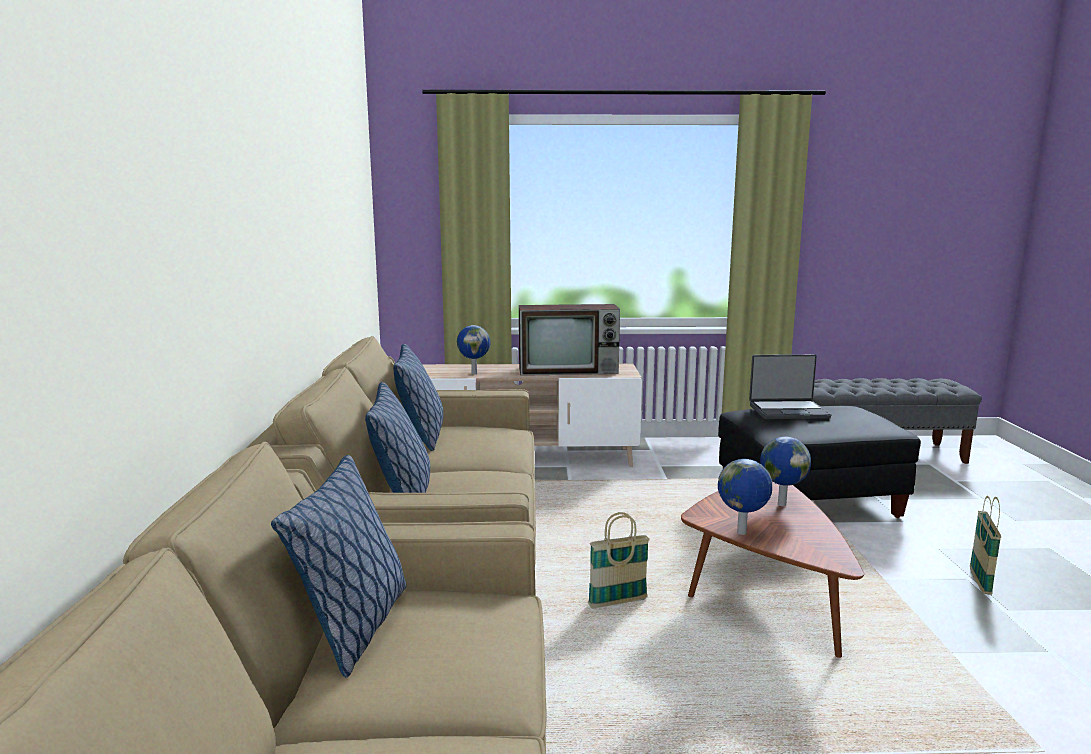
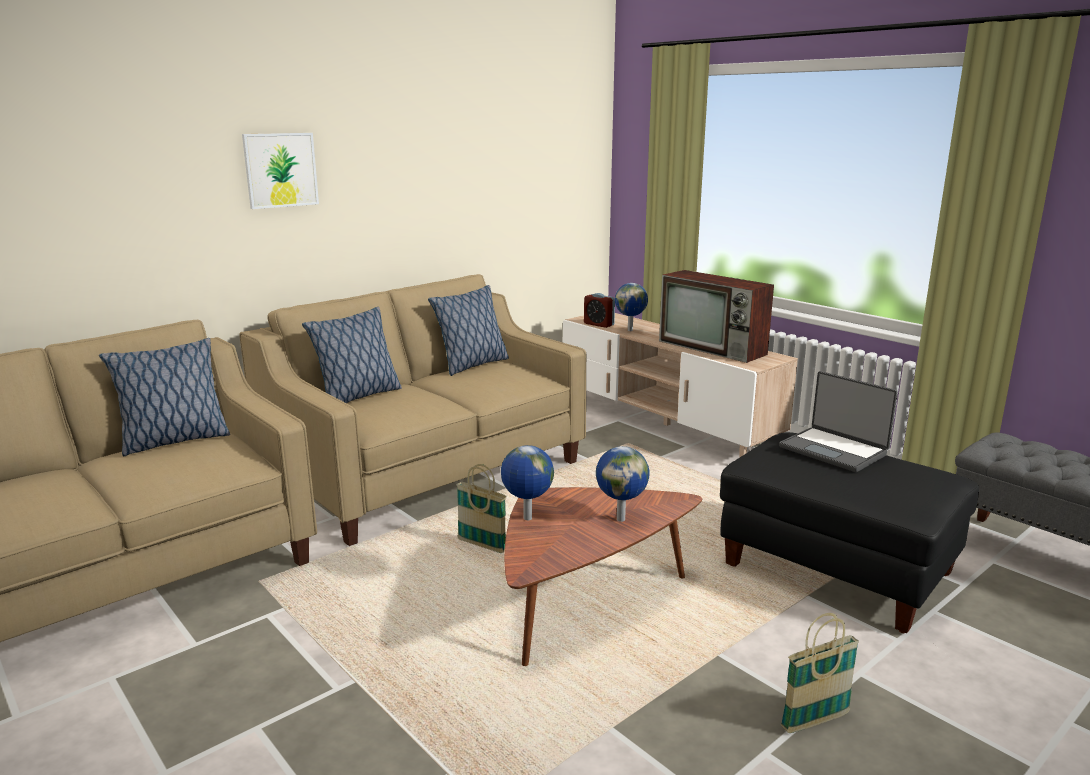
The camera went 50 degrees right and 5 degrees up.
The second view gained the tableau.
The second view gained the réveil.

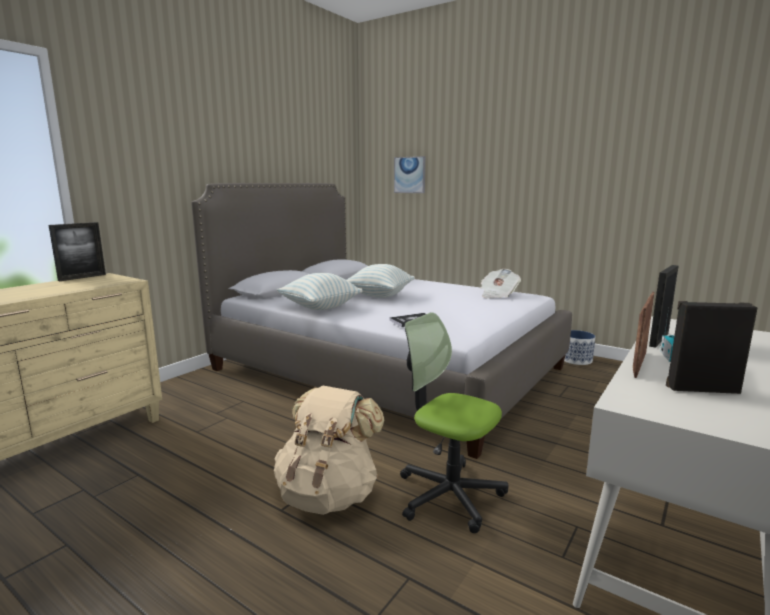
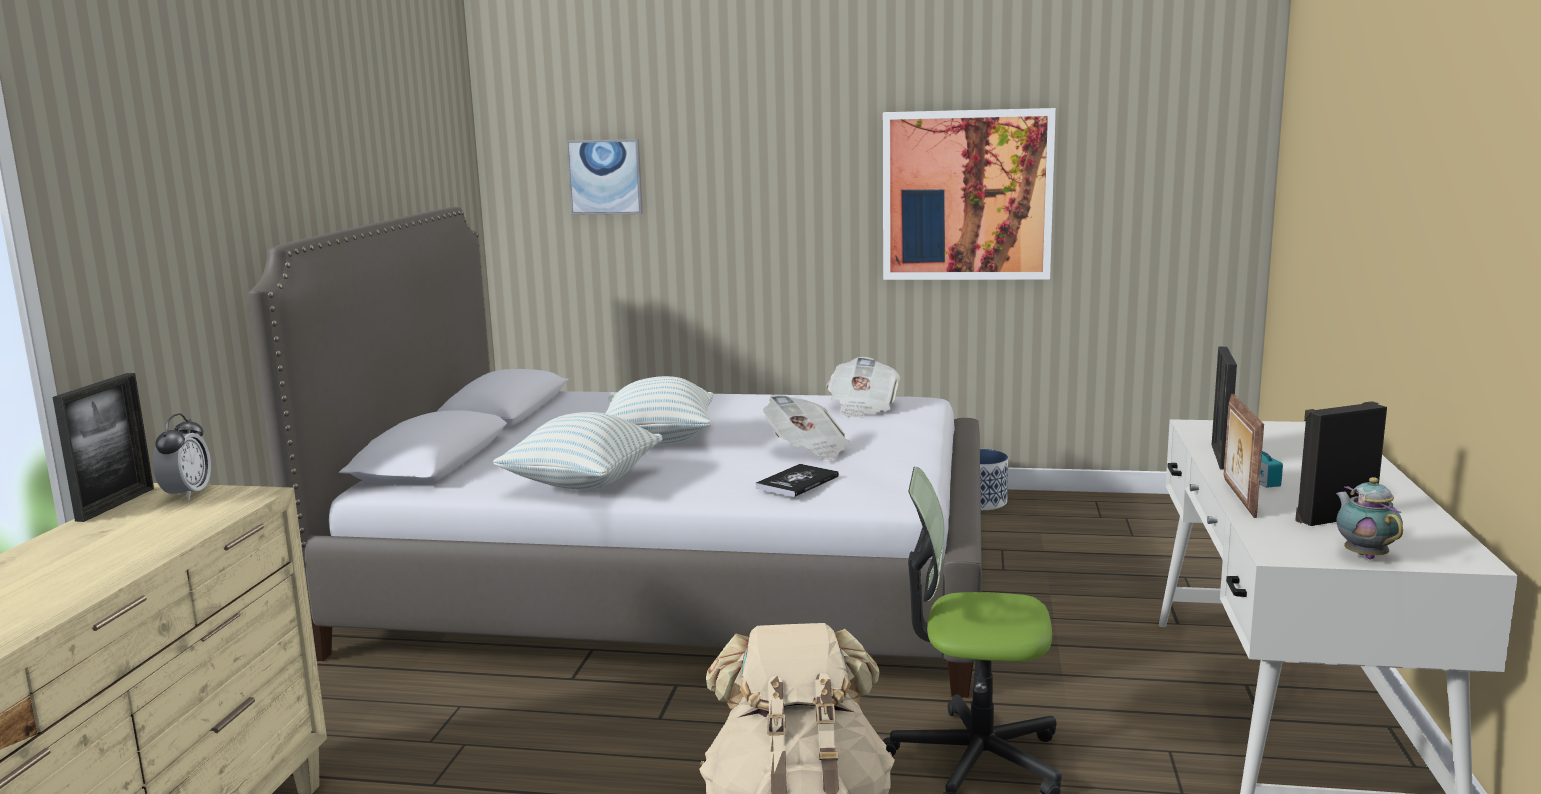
The camera went 25 degrees left and 0 degrees up.
The second view gained the réveil.
The second view gained the journal (no. 1 from left).
The second view gained the tableau (no. 2 from left).
The second view gained the théière.

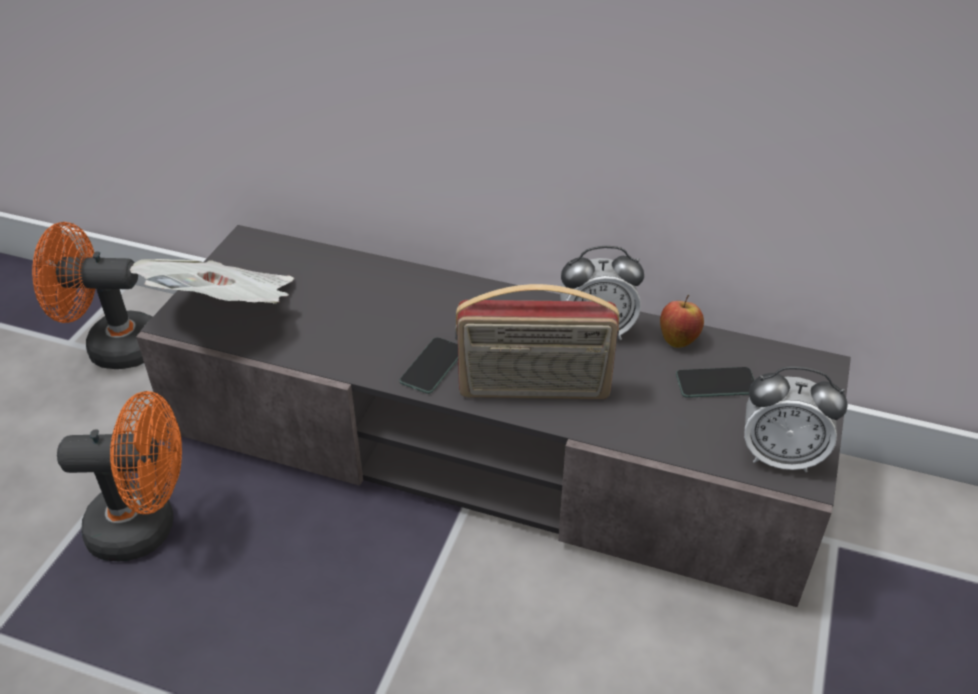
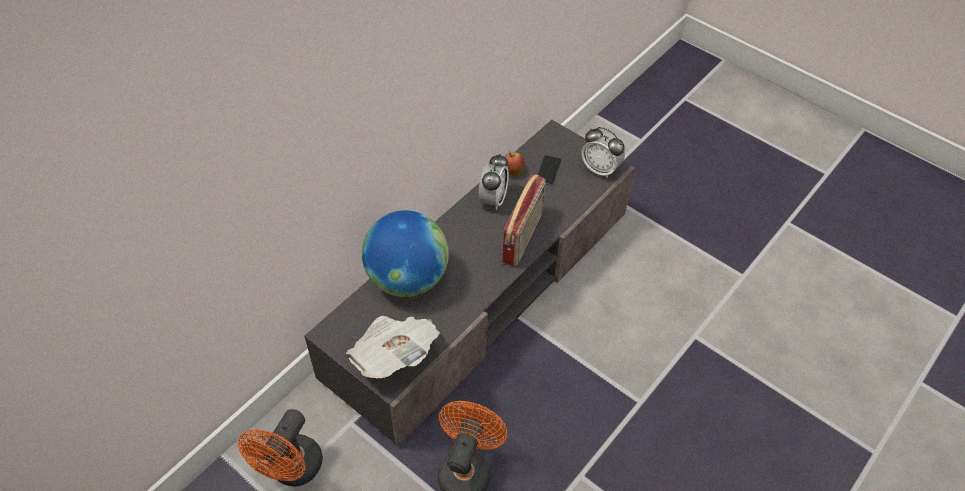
The camera went 70 degrees left and 10 degrees up.
The second view gained the globe.
The réveil (no. 2 from left) ended up facing another way, 90 degrees clockwise from before.
The second view lost the téléphone (no. 1 from left).

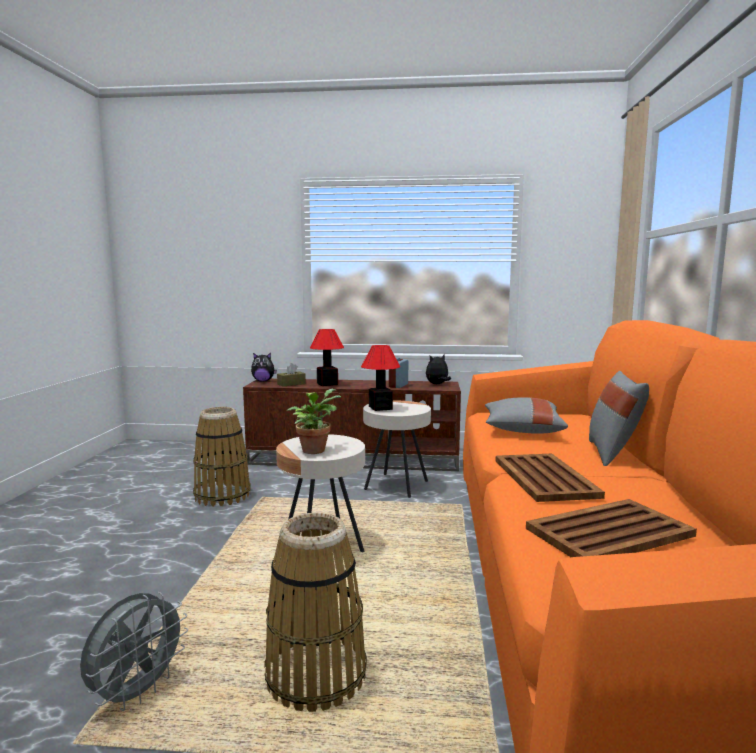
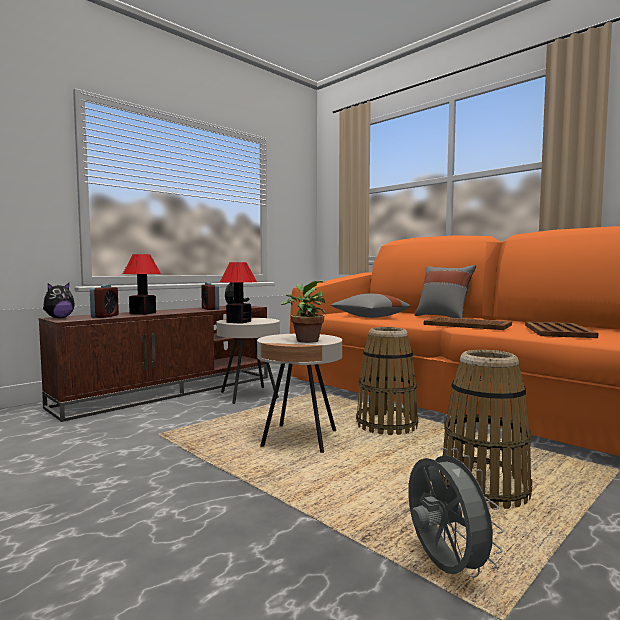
The camera went 50 degrees left and 5 degrees down.
Where the boîte à mouchoirs/marron stood, the réveil (no. 1 from left) came to stand.
The panier (no. 1 from left) ended up elsewhere.

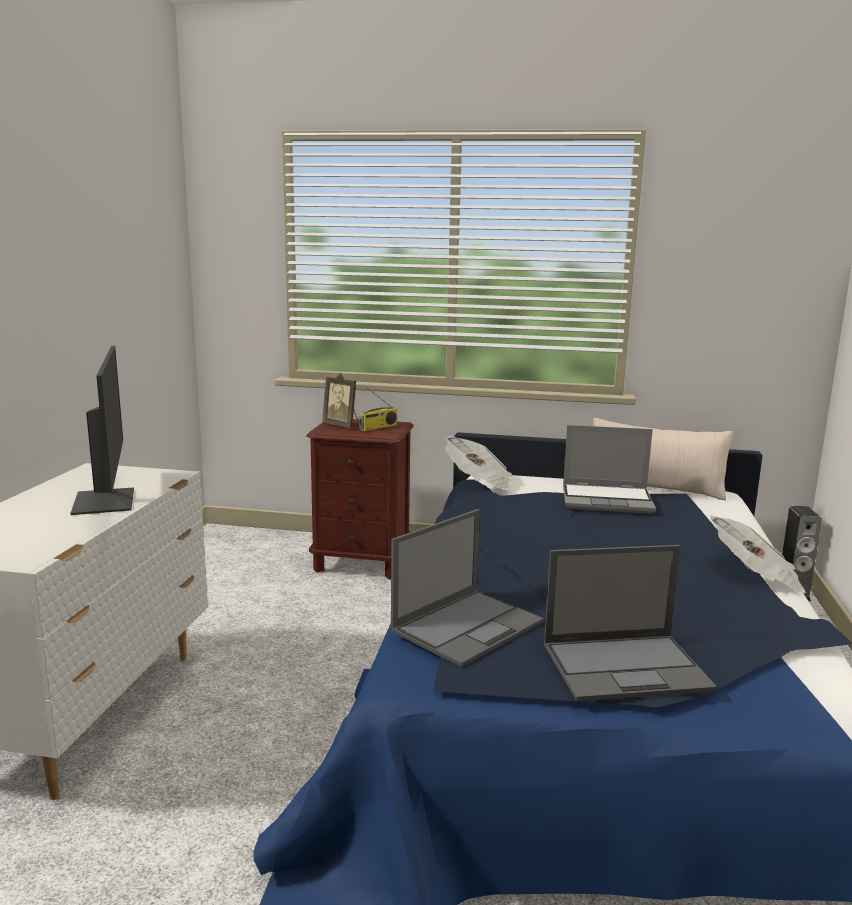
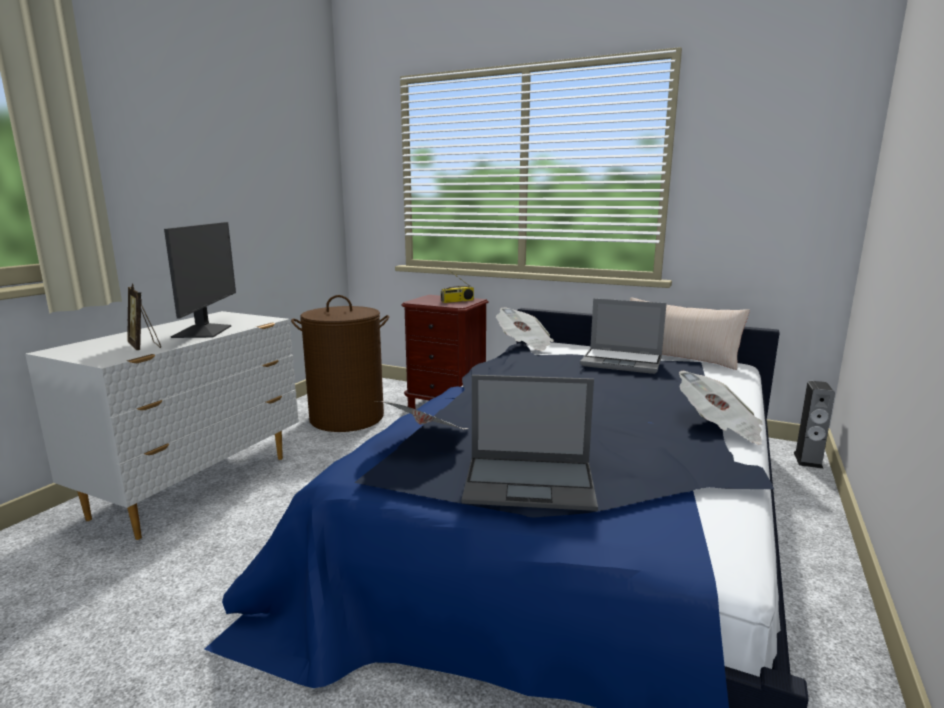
The camera went 15 degrees right and 0 degrees up.
The cadre photo ended up elsewhere.
The second view gained the panier à linge/marron.
Where the ordinateur portable (no. 1 from left) stood, the journal (no. 1 from left) came to stand.

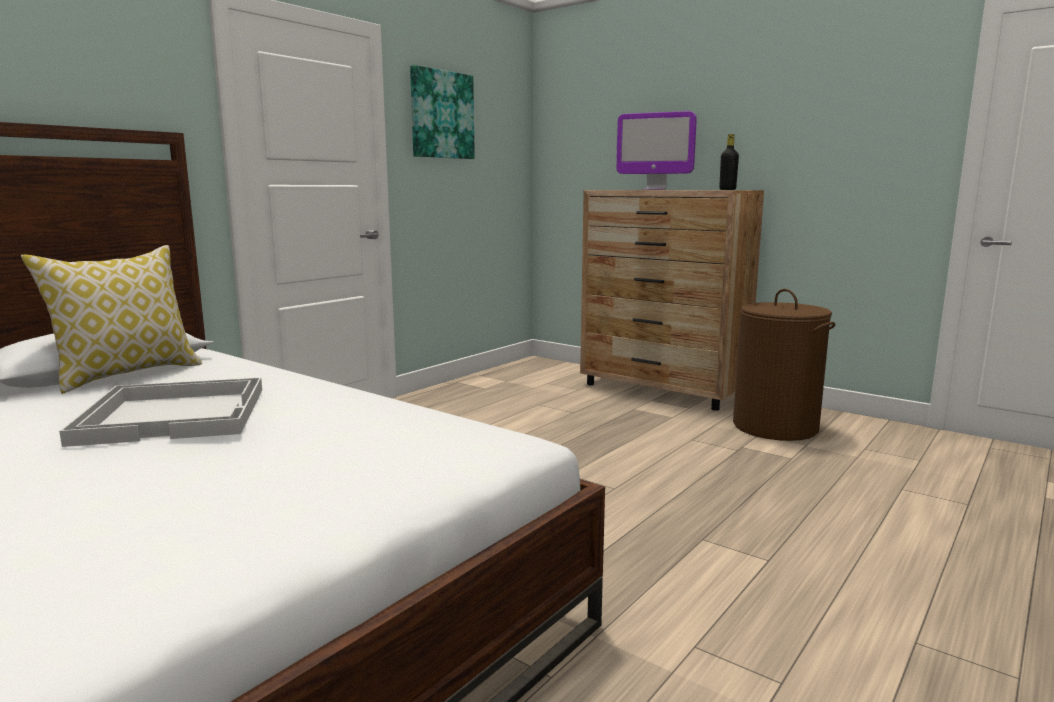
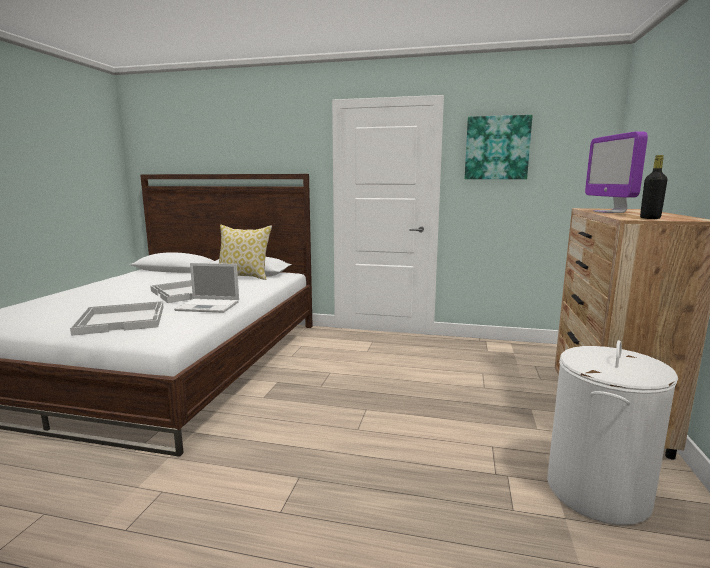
The camera went 65 degrees right and 0 degrees up.
The second view gained the plateau/blanc (no. 1 from left).
The second view gained the ordinateur portable.
What was the panier à linge/marron turned into the panier à linge/blanc.

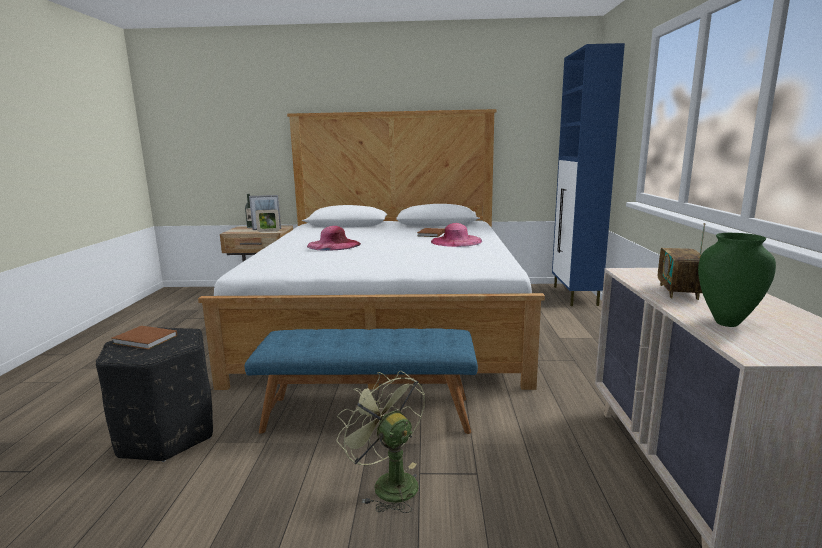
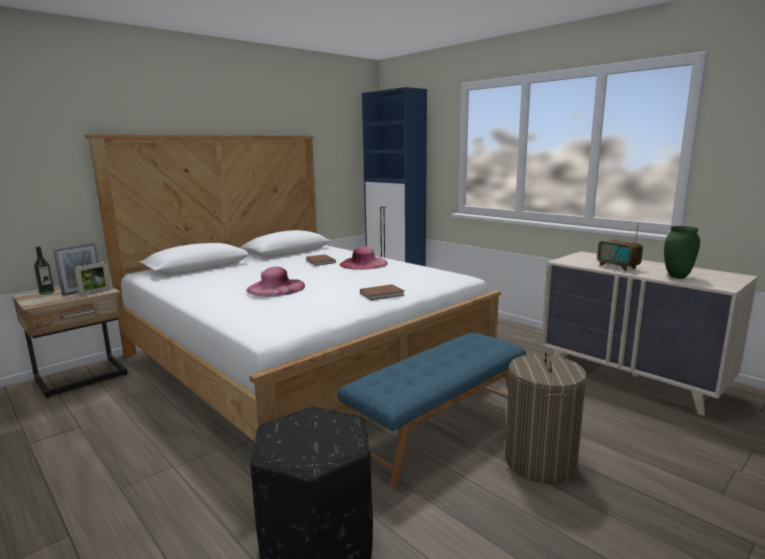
The camera went 45 degrees left and 0 degrees up.
The livre/marron (no. 1 from left in the first image) ended up elsewhere.
Where the ventilateur/vert stood, the panier à linge came to stand.

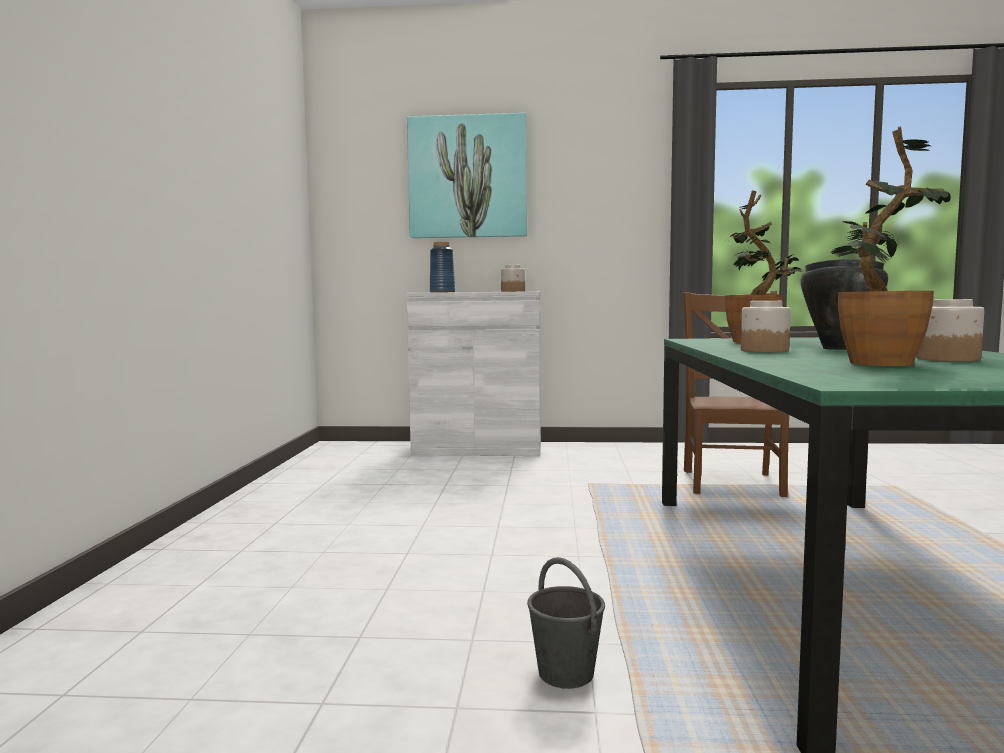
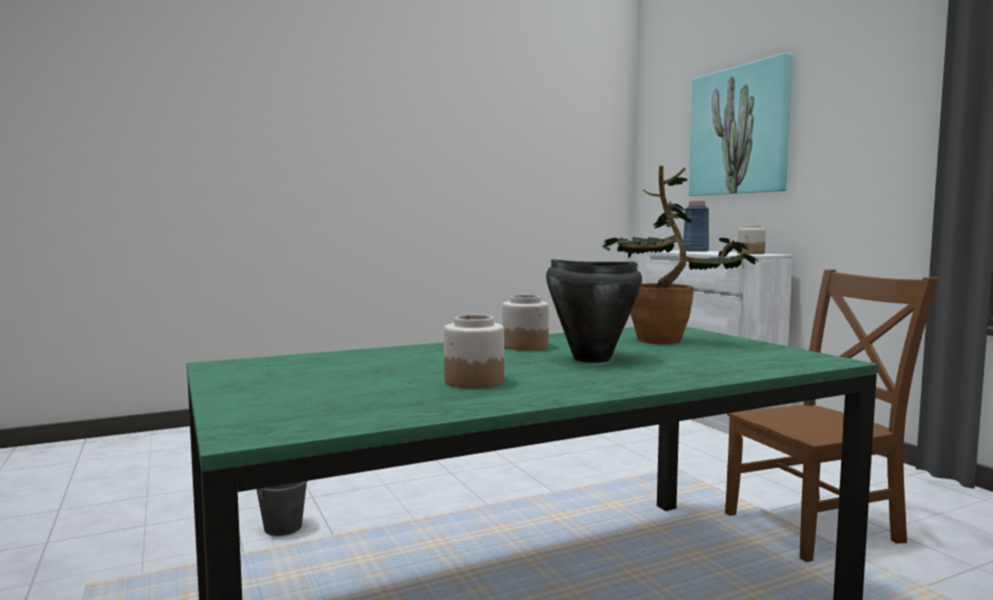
The camera went 60 degrees right and 0 degrees up.
The second view lost the plante en pot (no. 2 from left).

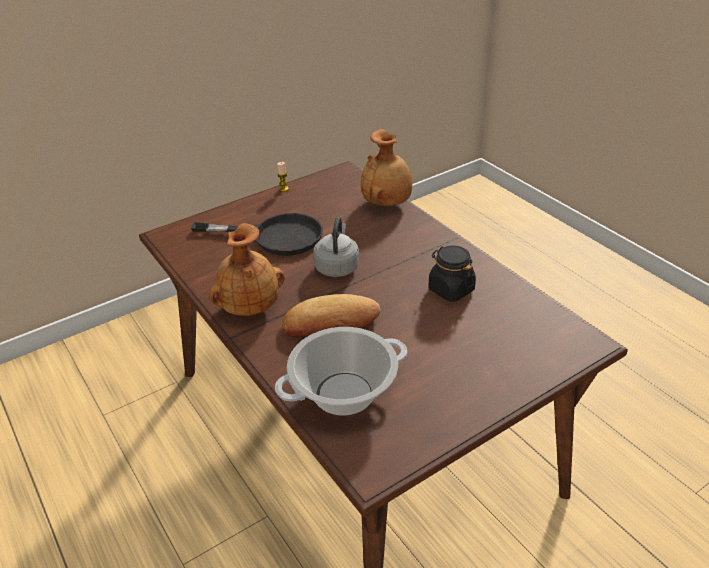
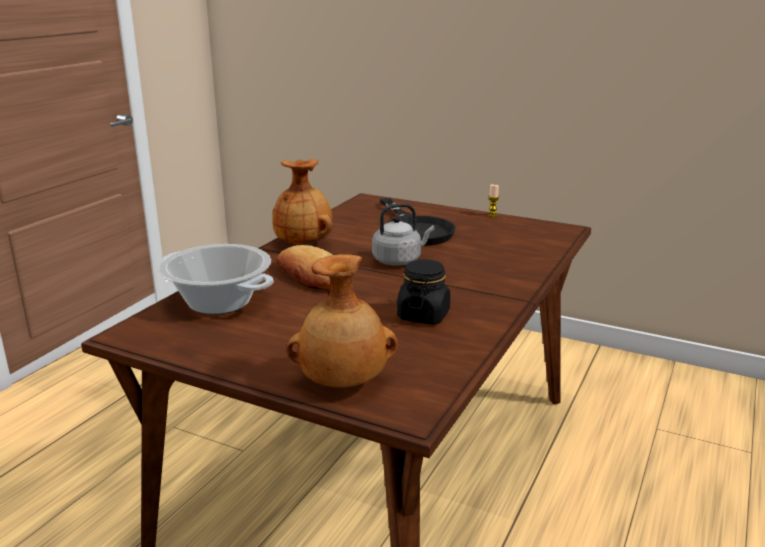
The camera went 60 degrees right and 15 degrees down.
The vase/marron (no. 2 from left) ended up elsewhere.

